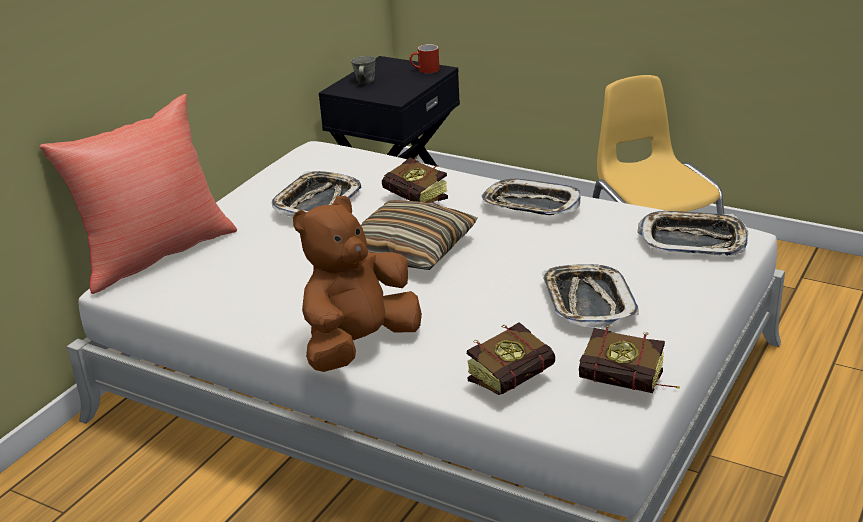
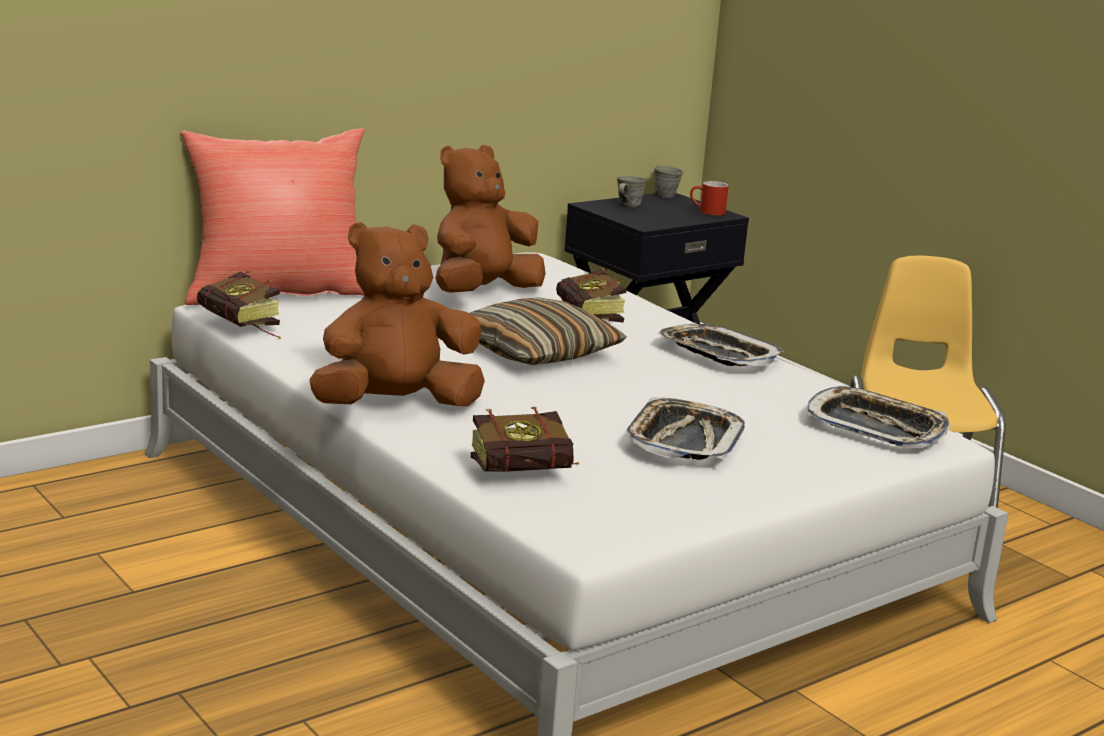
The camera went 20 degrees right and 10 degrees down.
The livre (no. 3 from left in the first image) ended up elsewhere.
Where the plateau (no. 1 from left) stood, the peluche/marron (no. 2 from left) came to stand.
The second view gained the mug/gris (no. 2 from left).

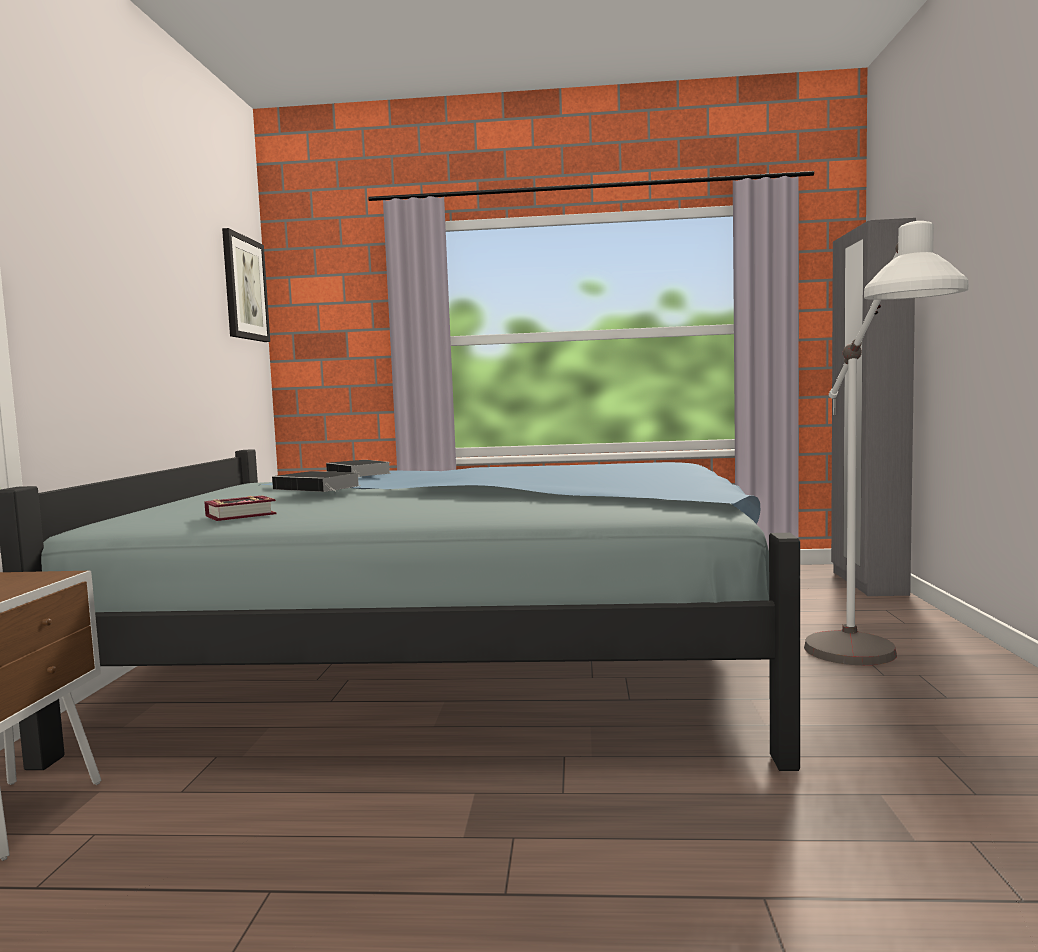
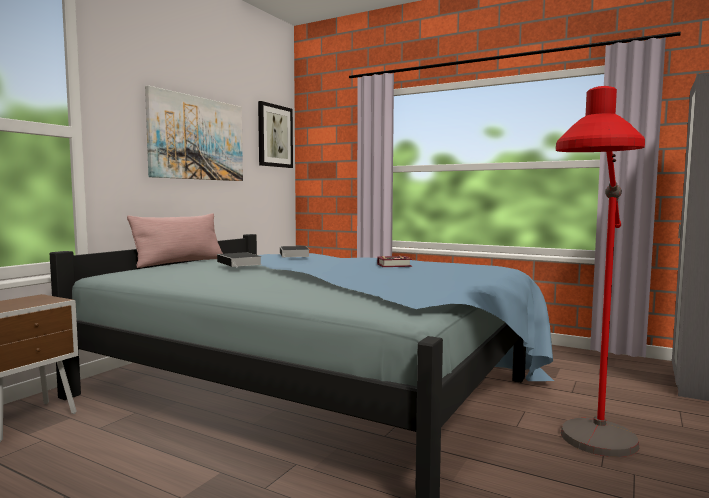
The camera went 25 degrees right and 0 degrees up.
The second view gained the coussin/rose.
The second view gained the tableau (no. 1 from left).
The livre (no. 1 from left in the first image) ended up elsewhere.
What was the lampadaire/blanc turned into the lampadaire/rouge.

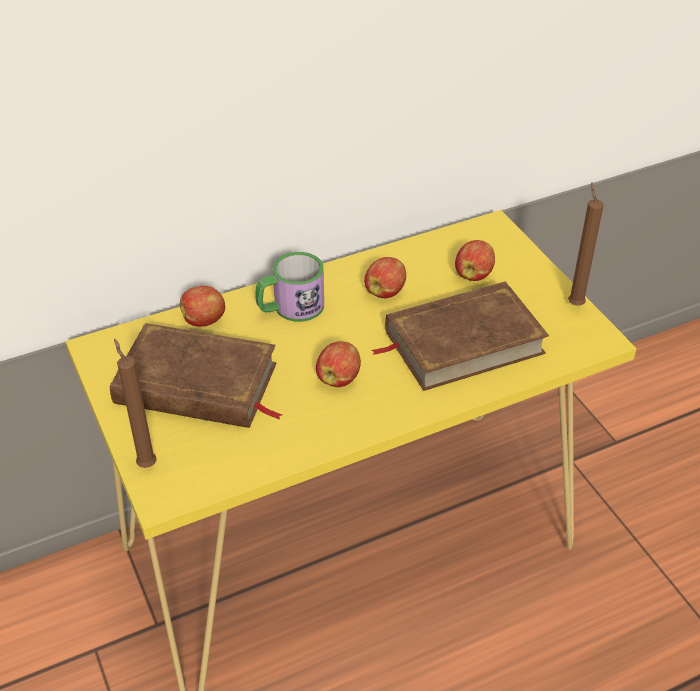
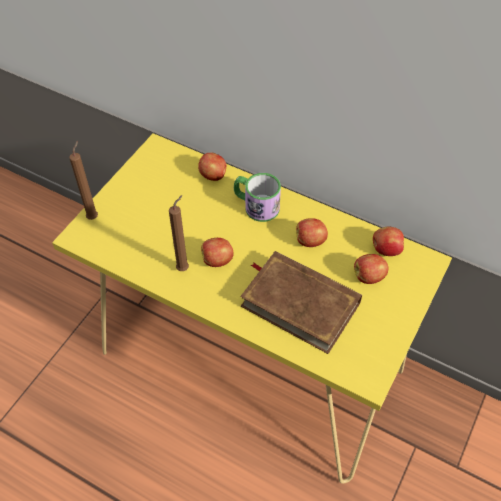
The camera went 55 degrees right and 10 degrees up.
The bougie/marron (no. 2 from left) ended up elsewhere.
The second view gained the pomme (no. 5 from left).
The second view lost the livre/marron (no. 1 from left).

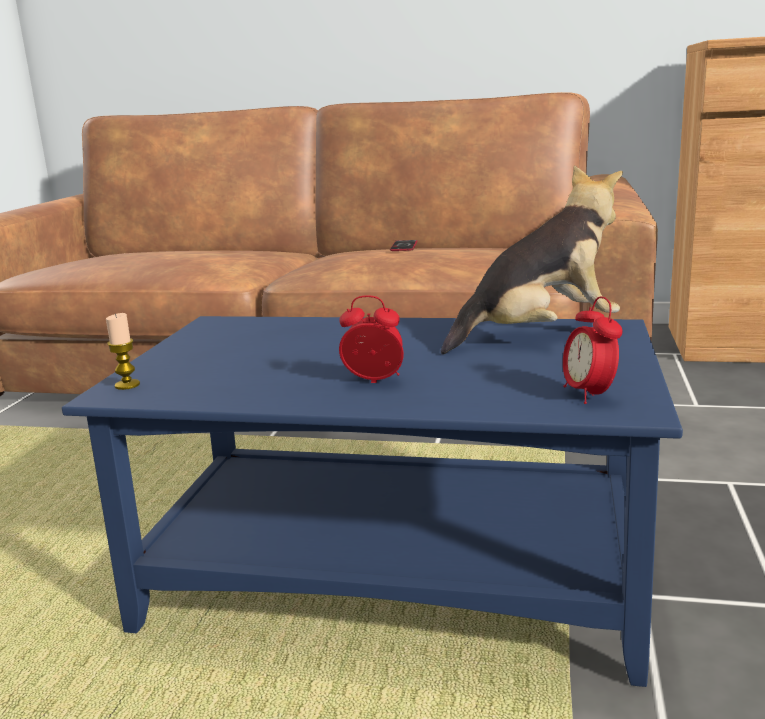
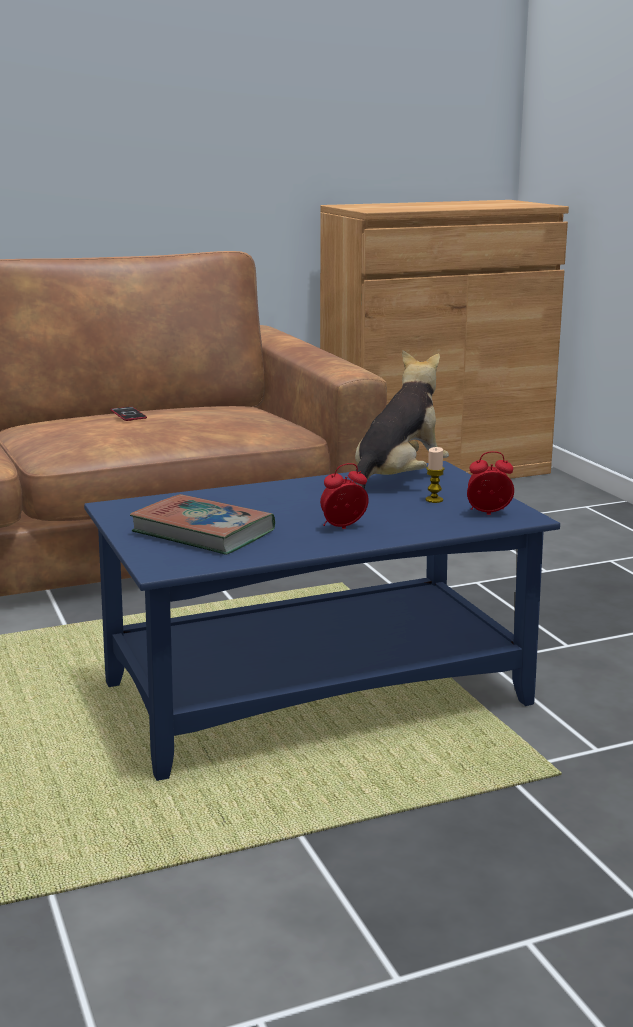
The camera went 35 degrees left and 0 degrees up.
The second view gained the livre.
The bougie ended up elsewhere.
The réveil (no. 2 from left) ended up facing another way, 135 degrees clockwise from before.

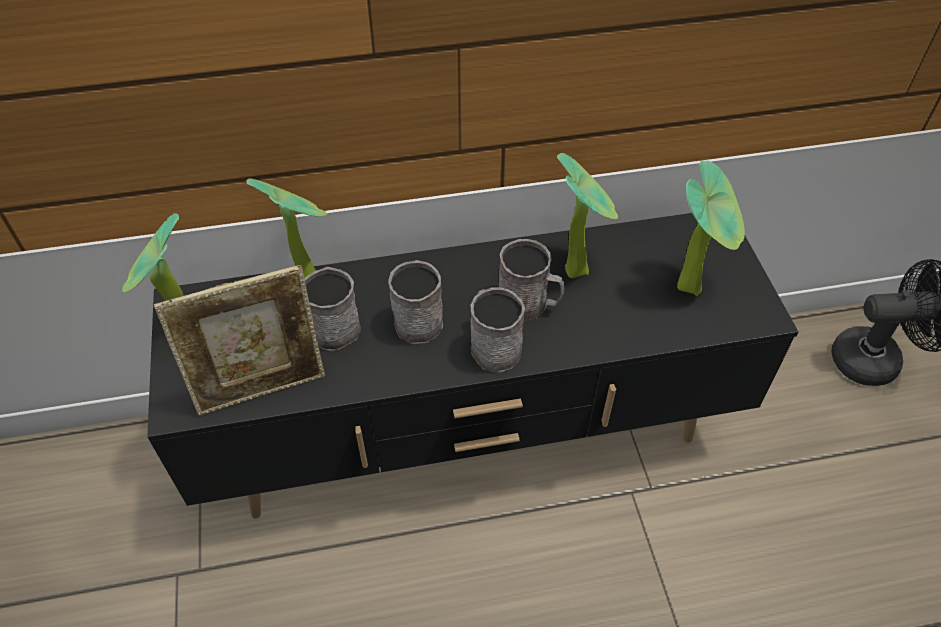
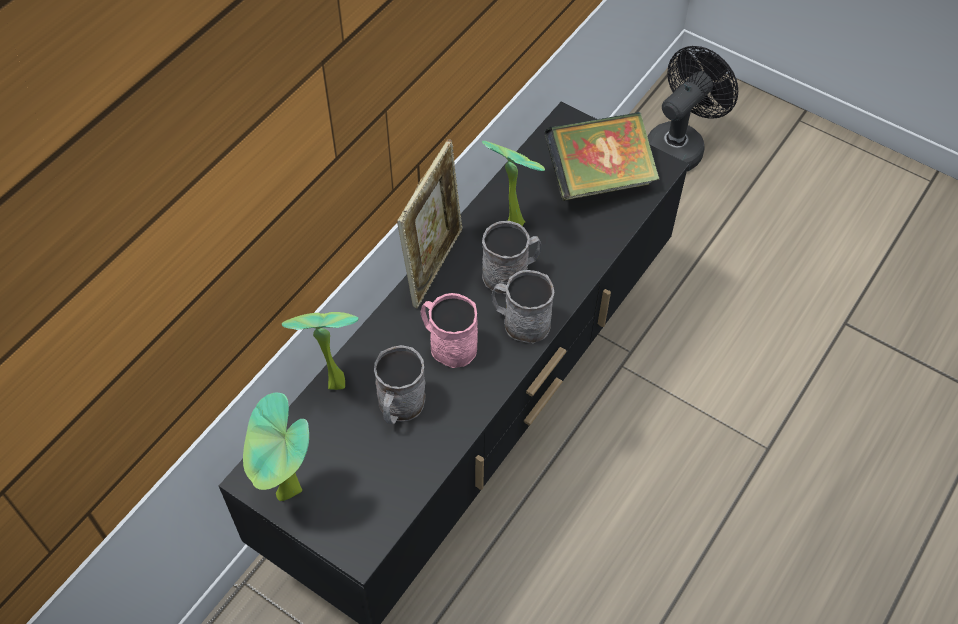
The camera went 45 degrees left and 5 degrees up.
The cadre photo ended up elsewhere.
What was the mug/gris (no. 2 from left) turned into the mug/rose.
Where the plante en pot (no. 4 from left) stood, the livre came to stand.

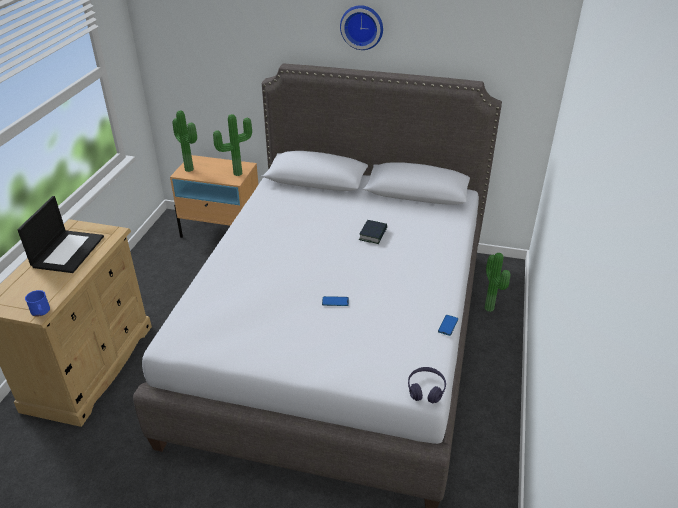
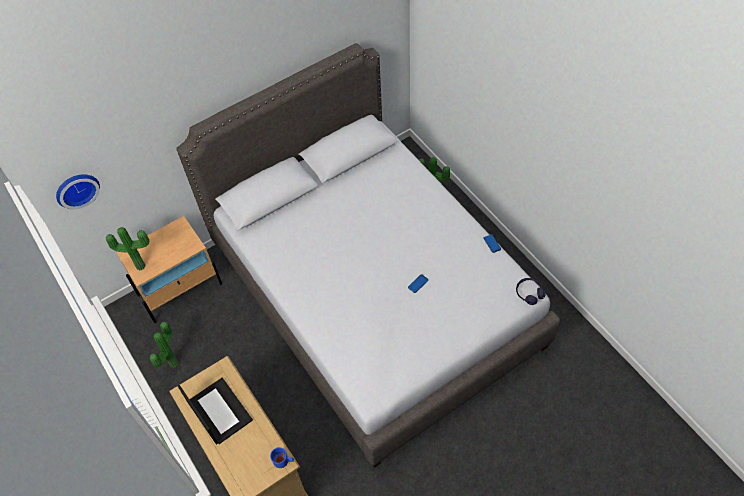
The camera went 45 degrees left and 20 degrees up.
The horloge murale ended up elsewhere.
The plante en pot (no. 2 from left) ended up elsewhere.
The second view lost the livre.

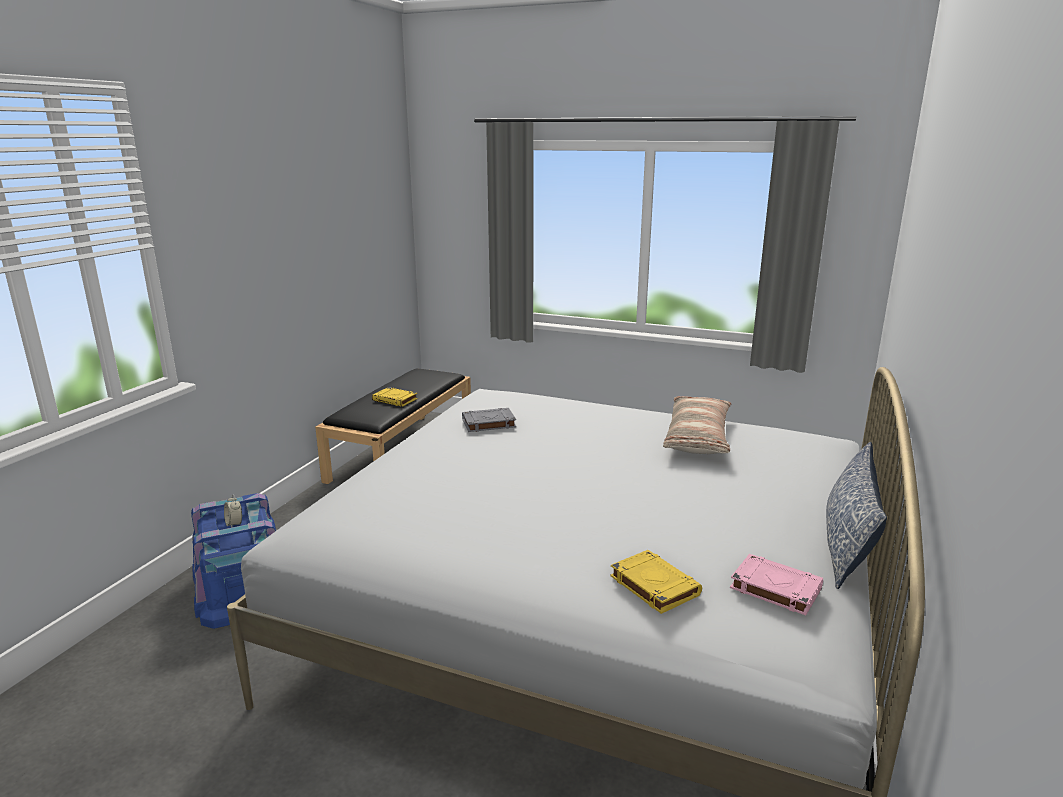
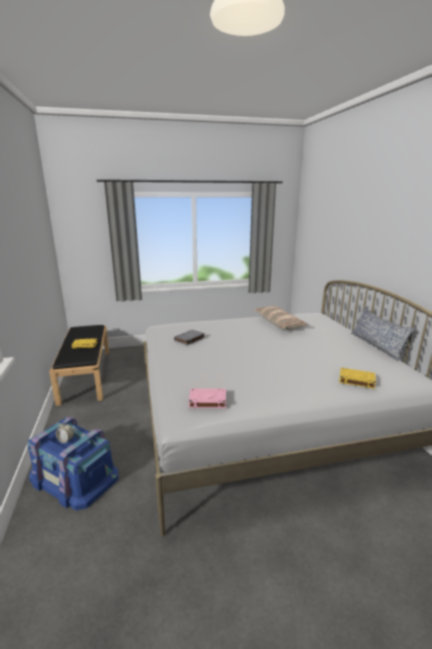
The camera went 35 degrees left and 0 degrees up.
The livre/rose ended up elsewhere.

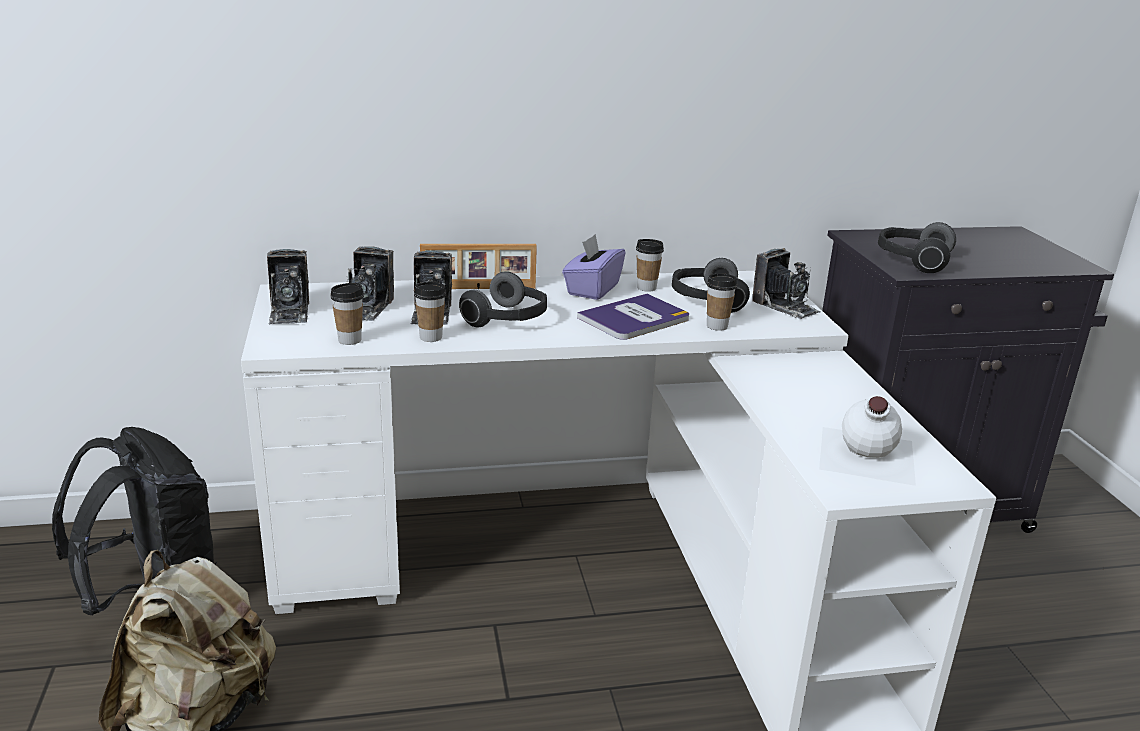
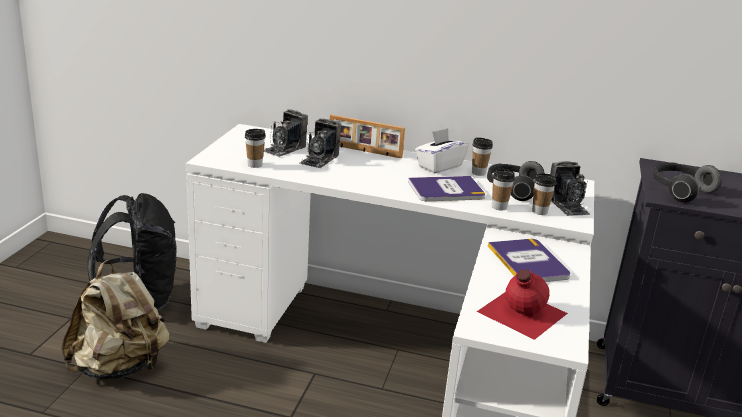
The camera went 25 degrees right and 0 degrees up.
What was the boîte à mouchoirs/violet turned into the boîte à mouchoirs/blanc.
What was the bouteille/blanc turned into the bouteille/rouge.
The second view gained the livre (no. 2 from left).
The tasse (no. 2 from left in the first image) ended up elsewhere.
The second view lost the appareil photo (no. 1 from left).
The second view lost the casque audio (no. 1 from left).

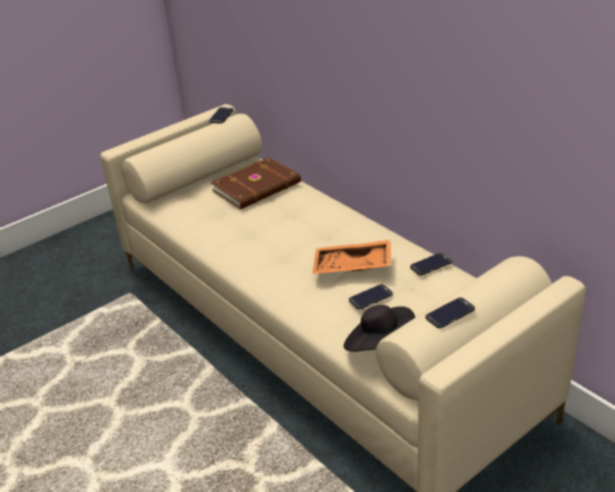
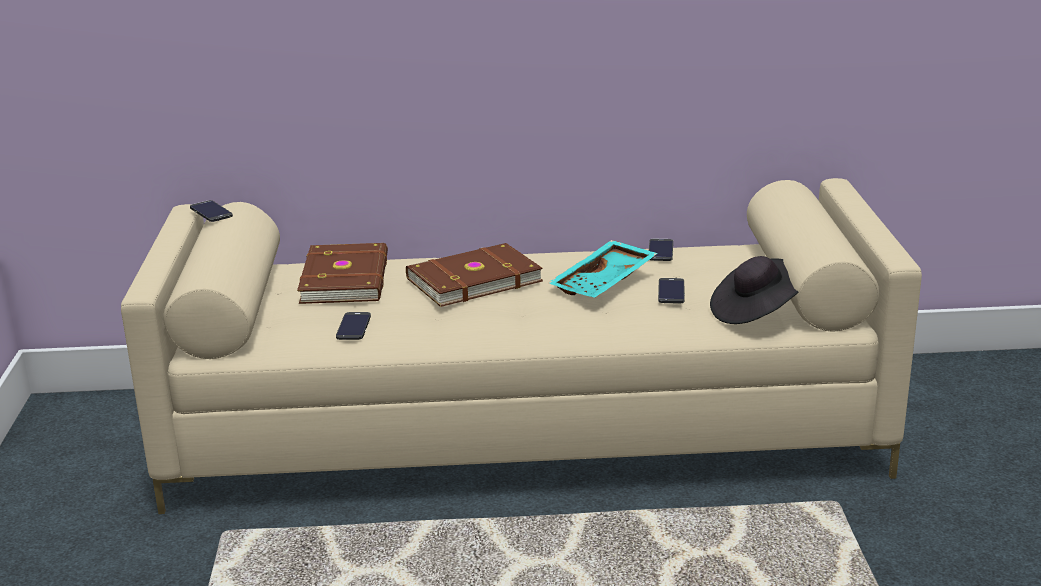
The camera went 55 degrees left and 10 degrees down.
The téléphone (no. 4 from left in the first image) ended up elsewhere.
The second view gained the livre/marron (no. 2 from left).
What was the plateau/orange turned into the plateau/turquoise.

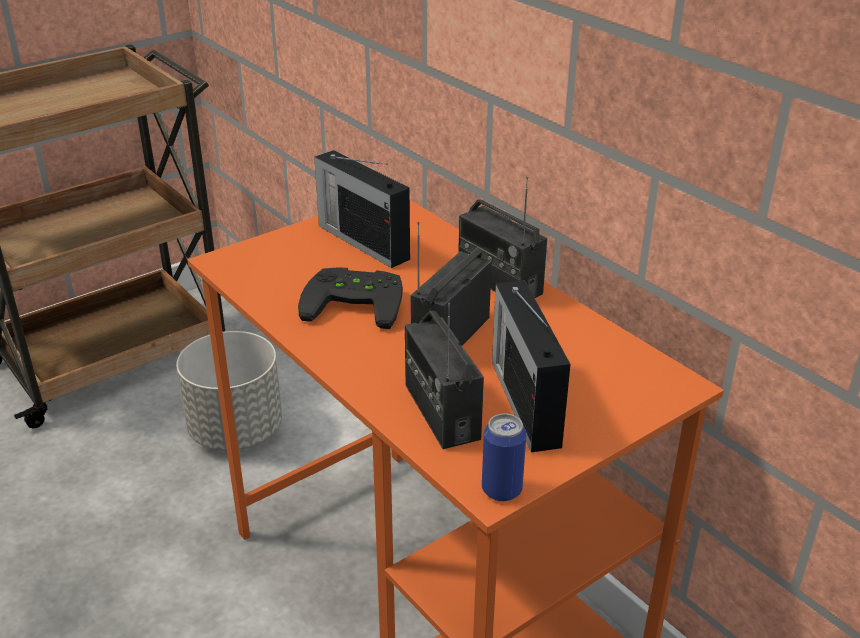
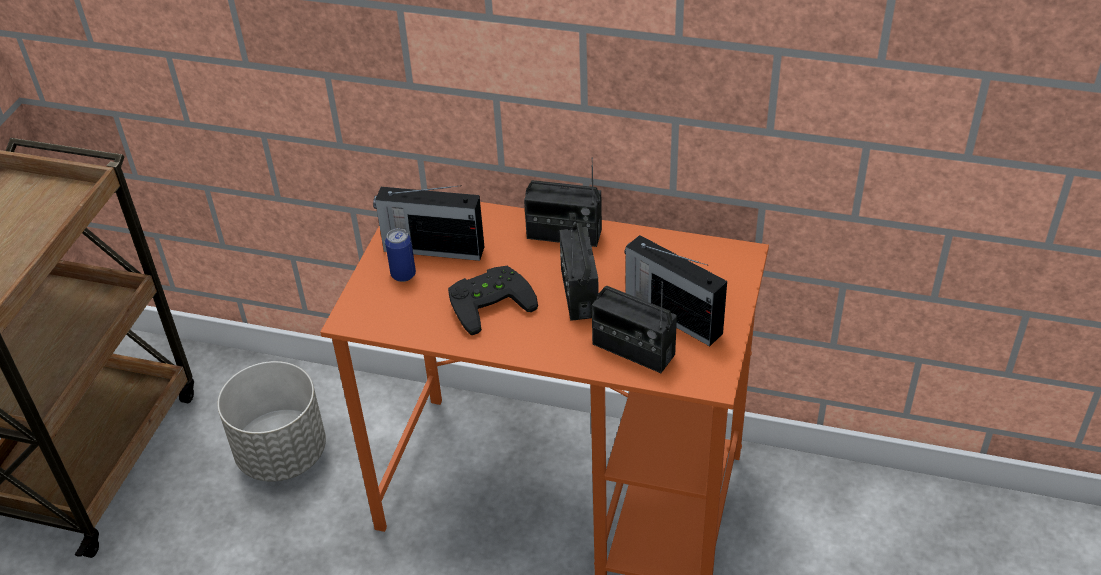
The camera went 35 degrees left and 10 degrees up.
The boîte métallique ended up elsewhere.

